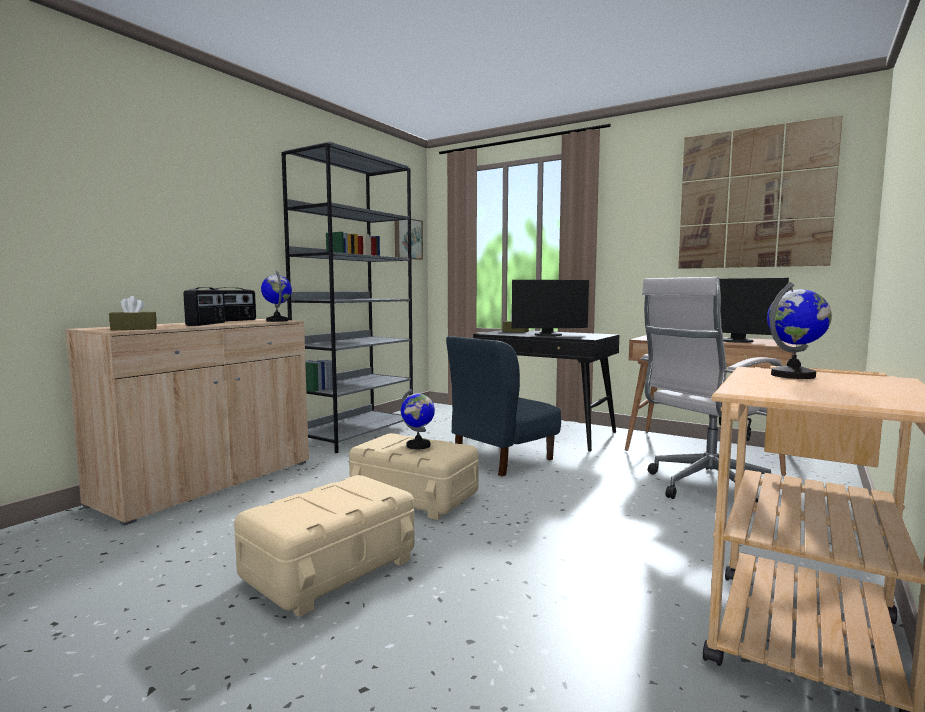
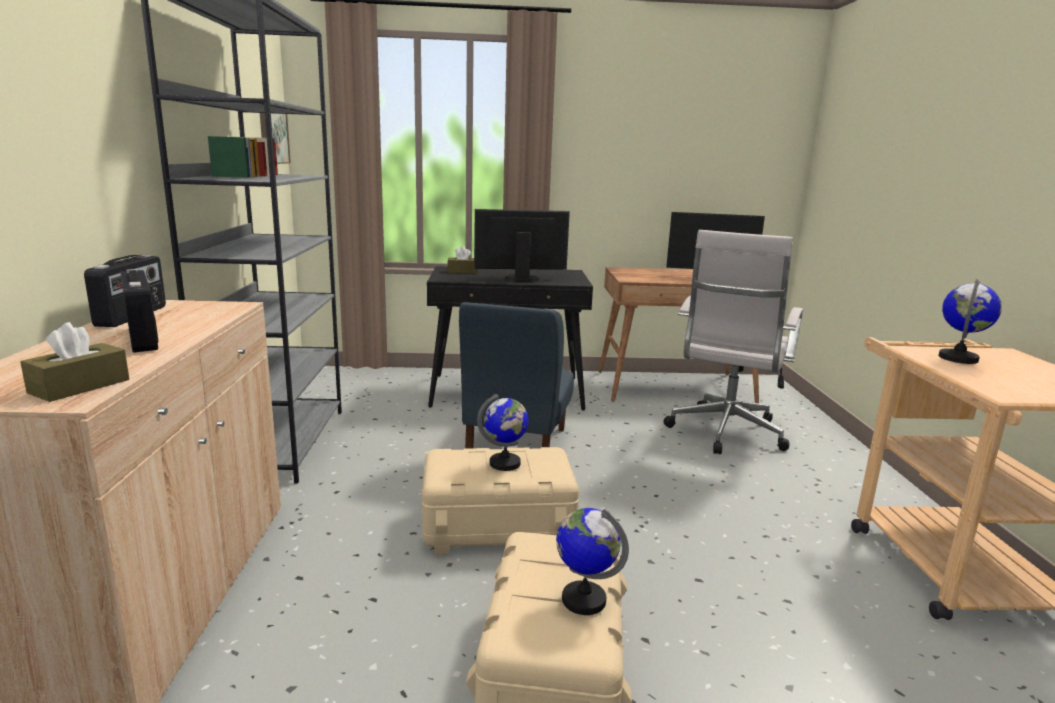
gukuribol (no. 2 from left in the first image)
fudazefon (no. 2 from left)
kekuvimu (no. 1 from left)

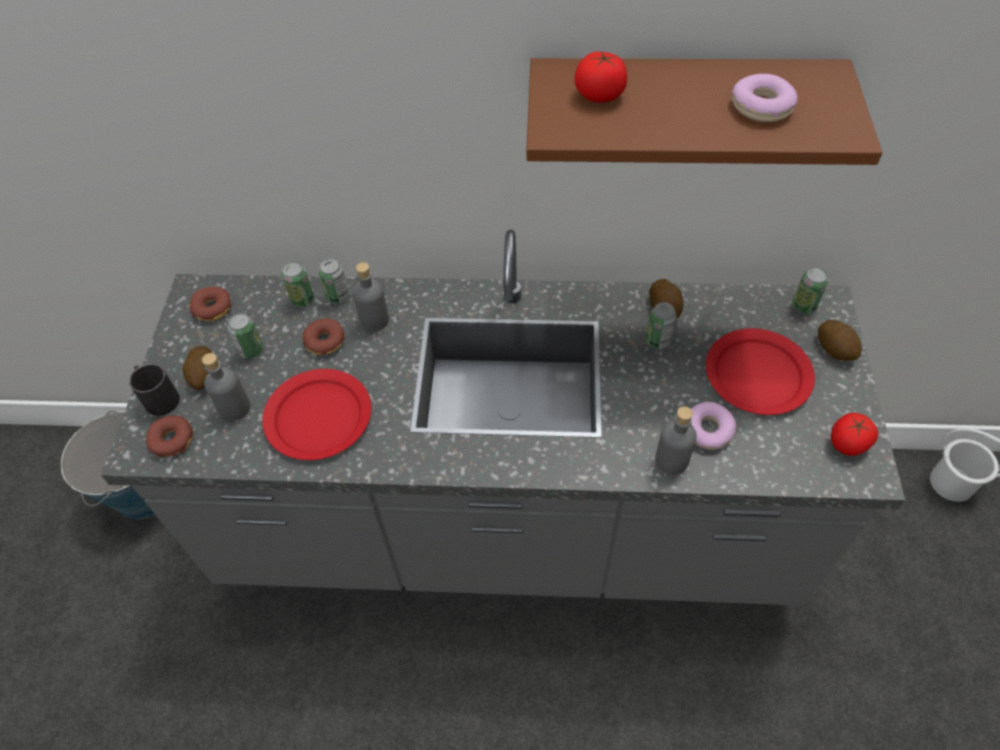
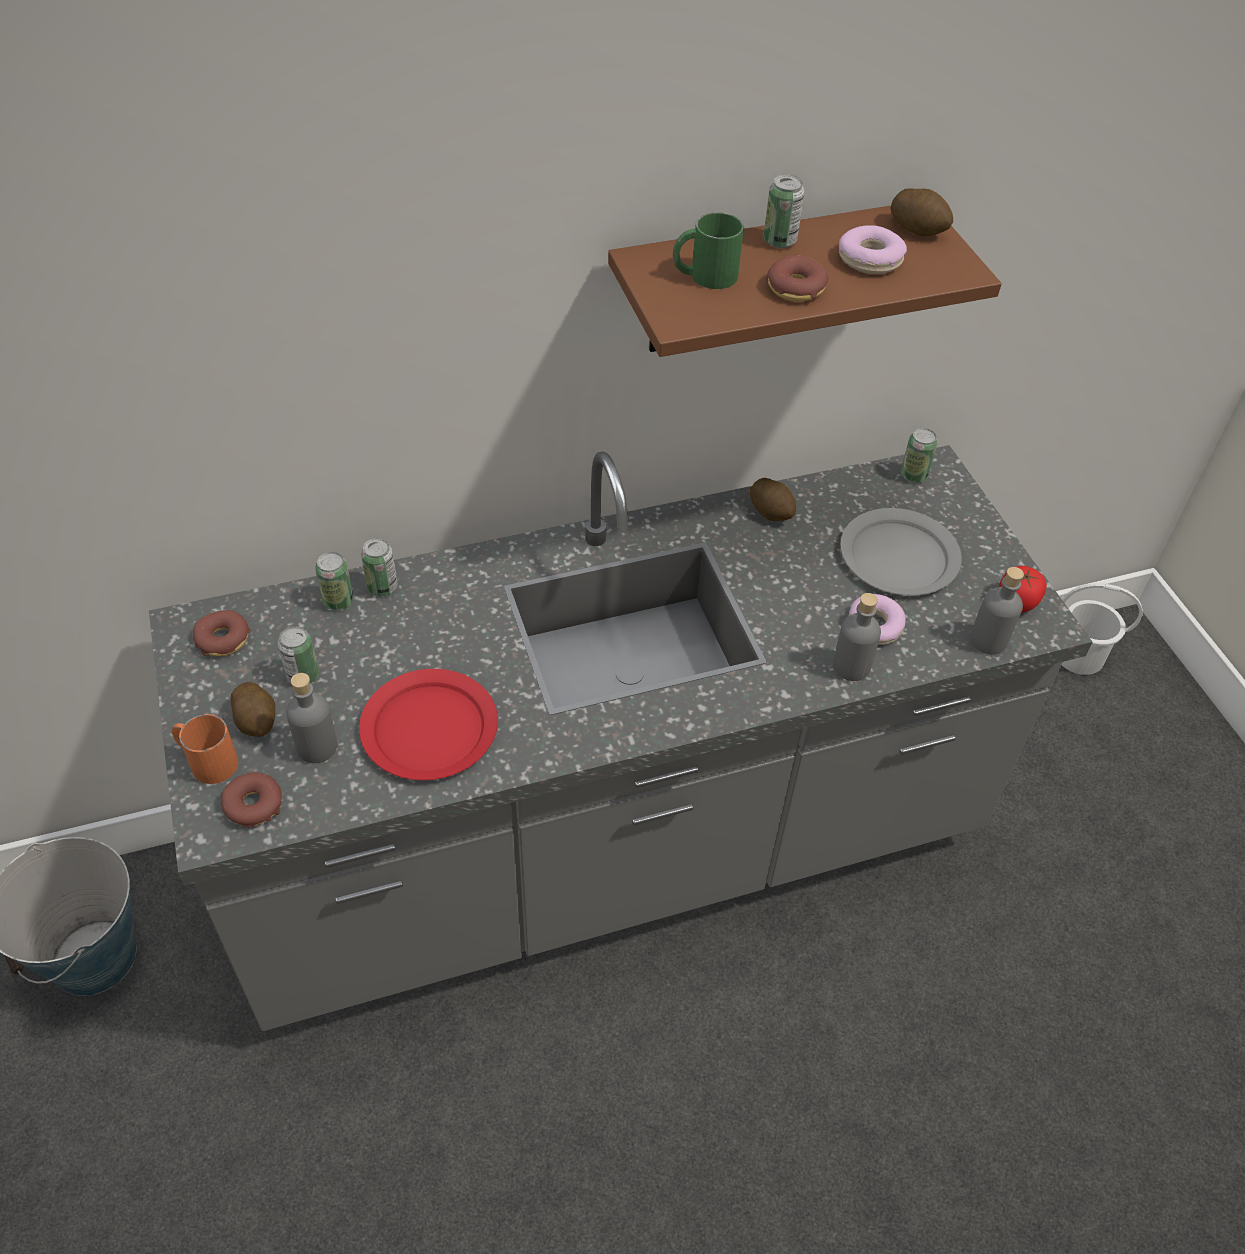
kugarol (no. 3 from left)
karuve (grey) (no. 3 from left)
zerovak (no. 4 from left)
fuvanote (no. 3 from left)
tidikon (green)
tidikon (orange)
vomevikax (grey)

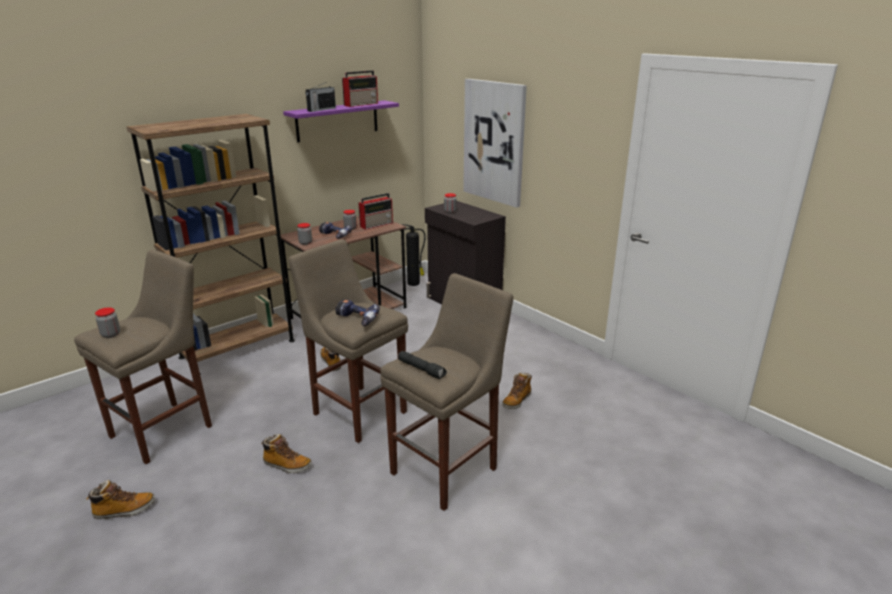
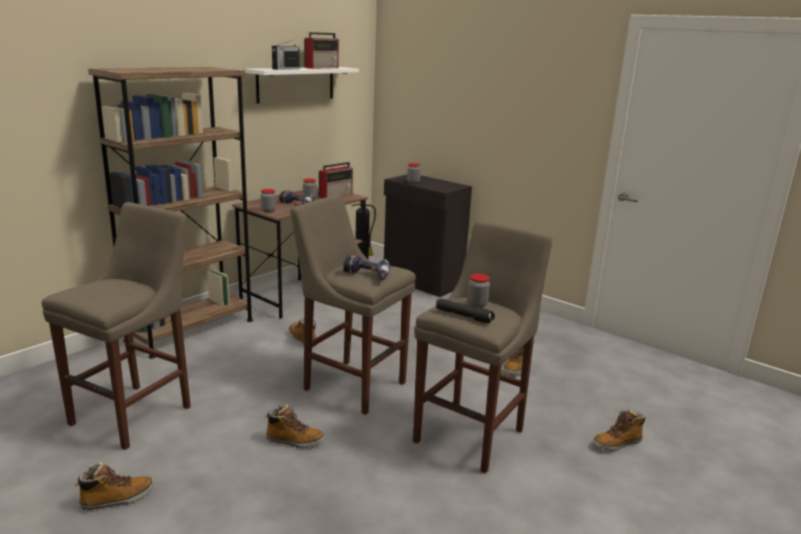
gukuribol
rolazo (no. 5 from left)
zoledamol (no. 4 from left)
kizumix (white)

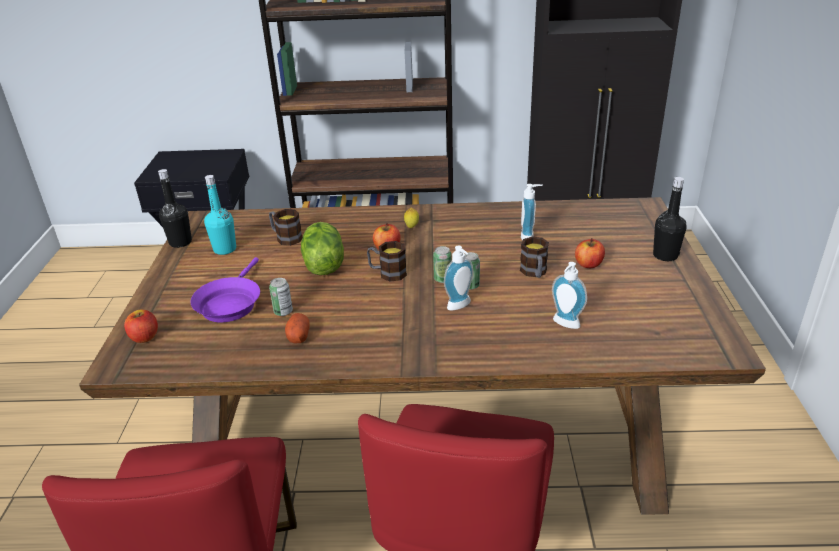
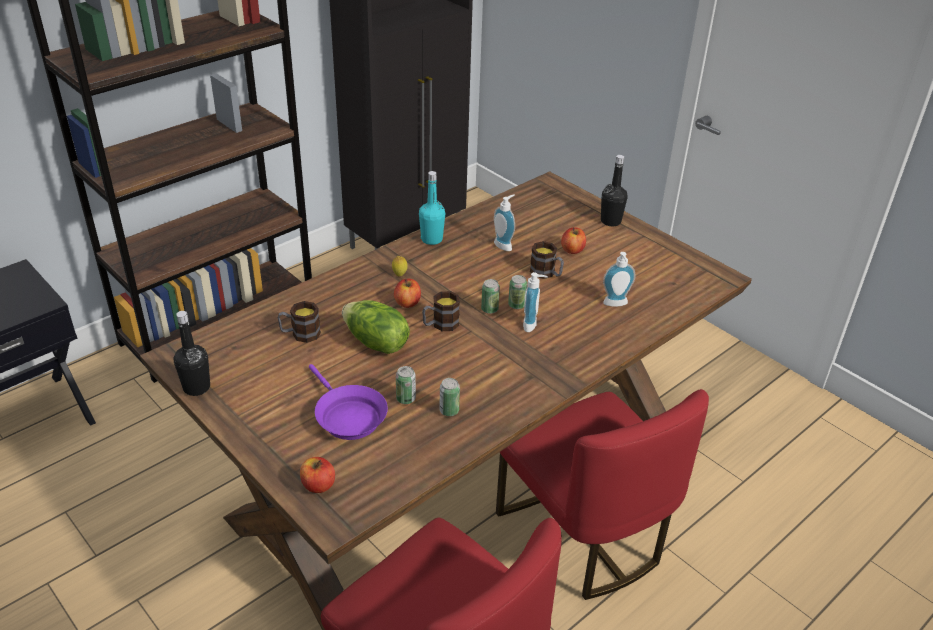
karuve (turquoise)
zerovak (no. 2 from left)

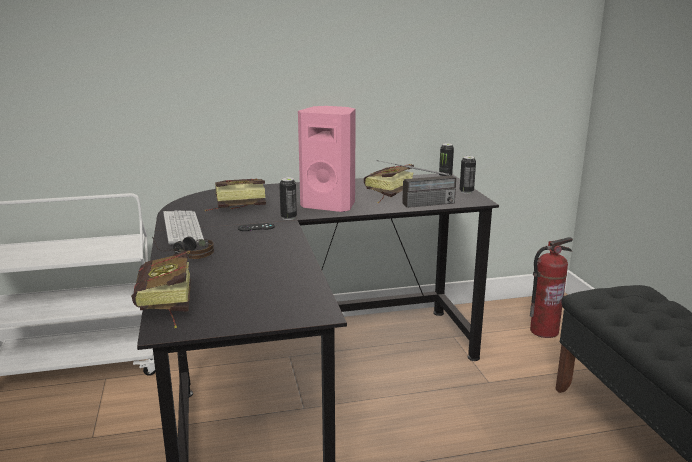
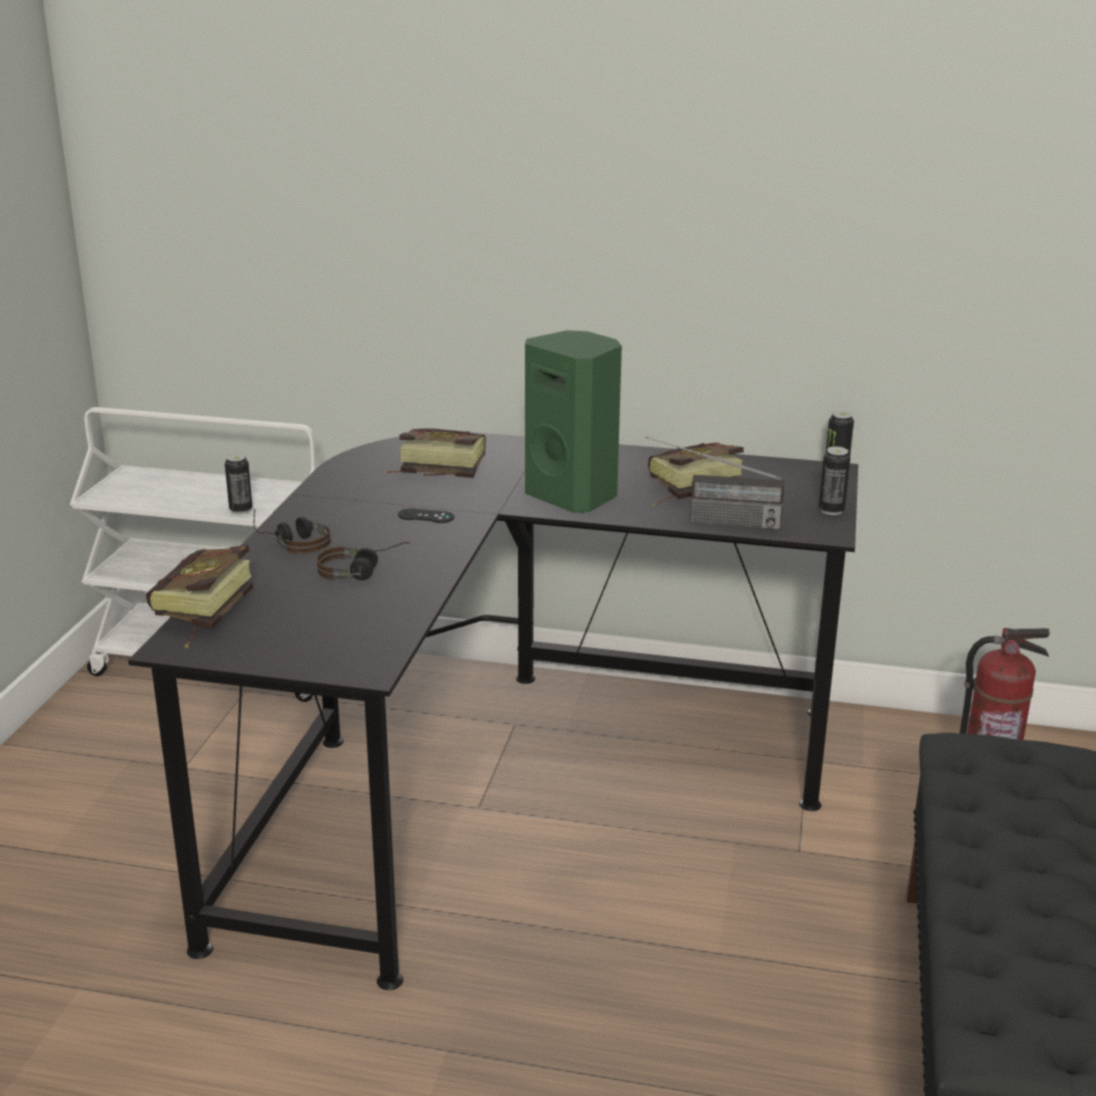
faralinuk
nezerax (no. 2 from left)
zerovak (no. 1 from left)
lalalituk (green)

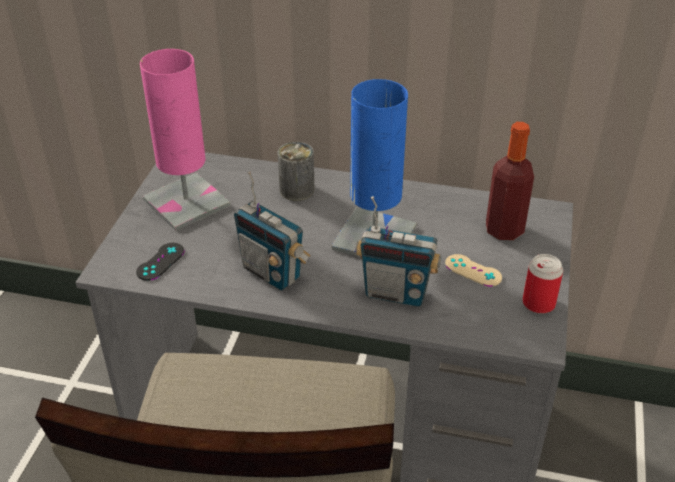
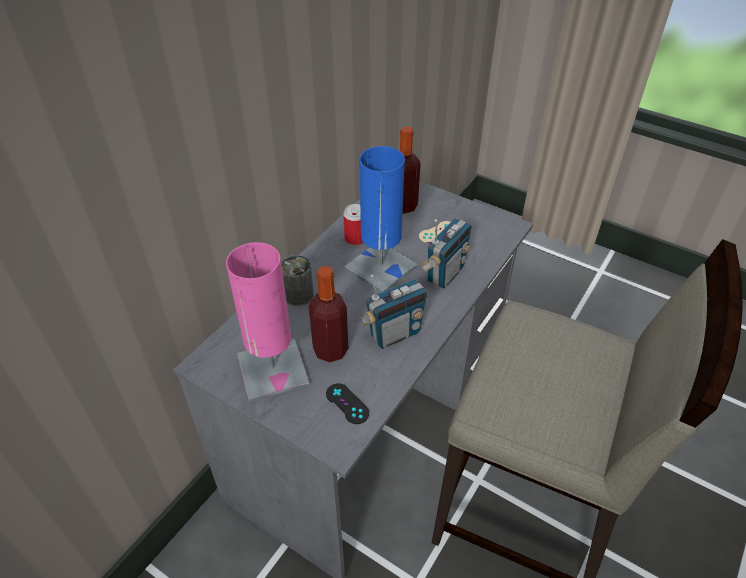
karuve (no. 1 from left)
zerovak (no. 2 from left)

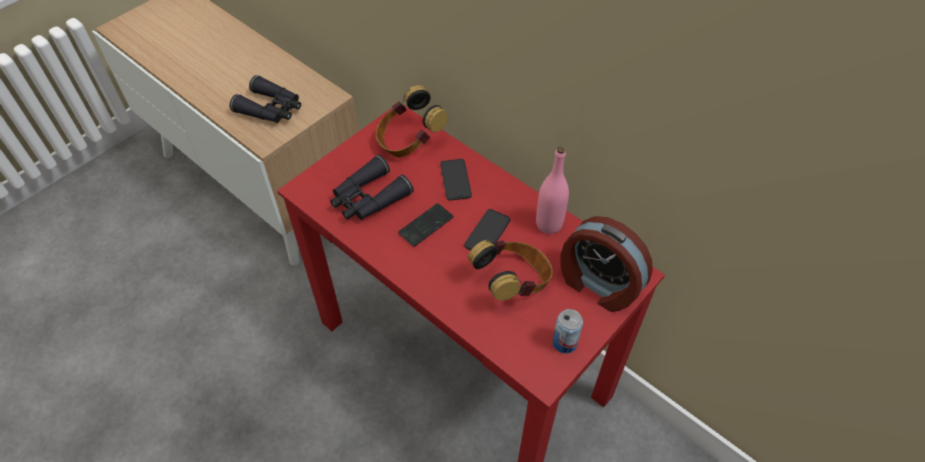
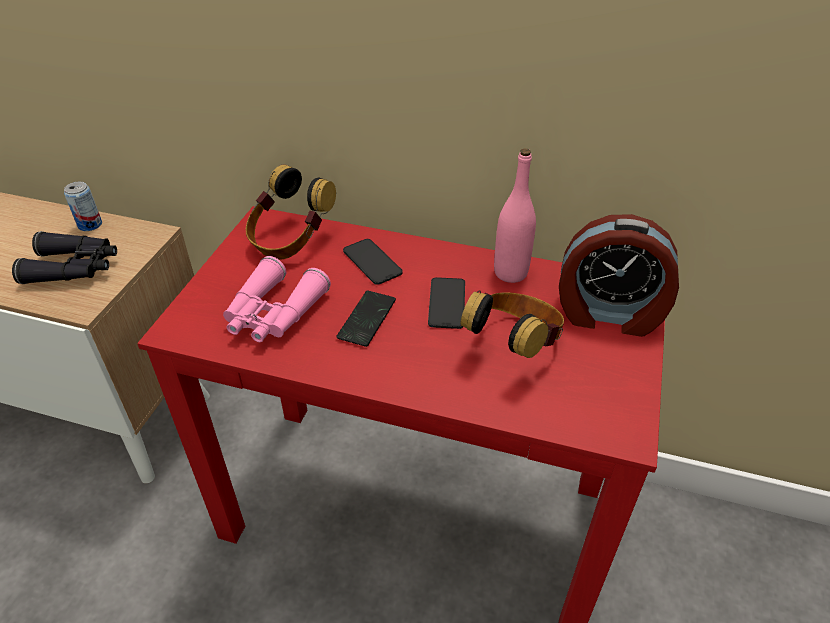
zerovak
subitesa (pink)

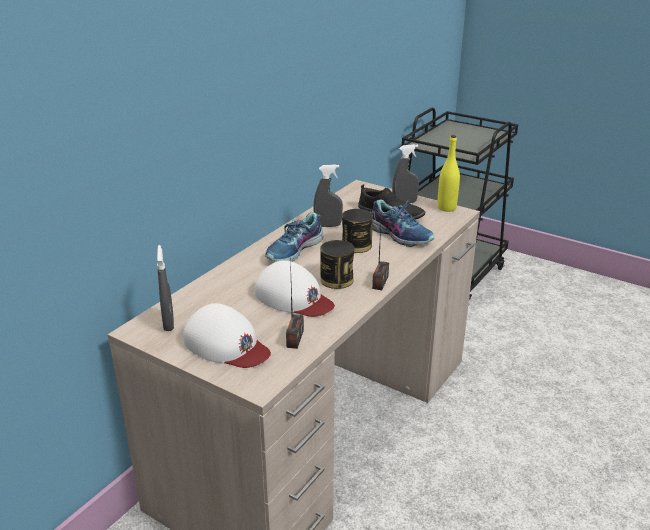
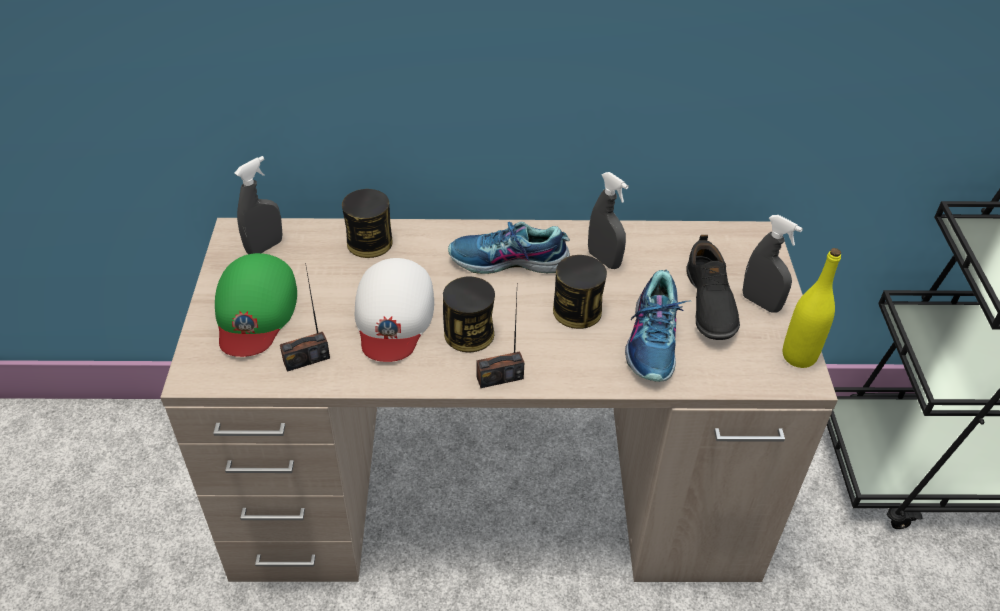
zerovak (no. 1 from left)
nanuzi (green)

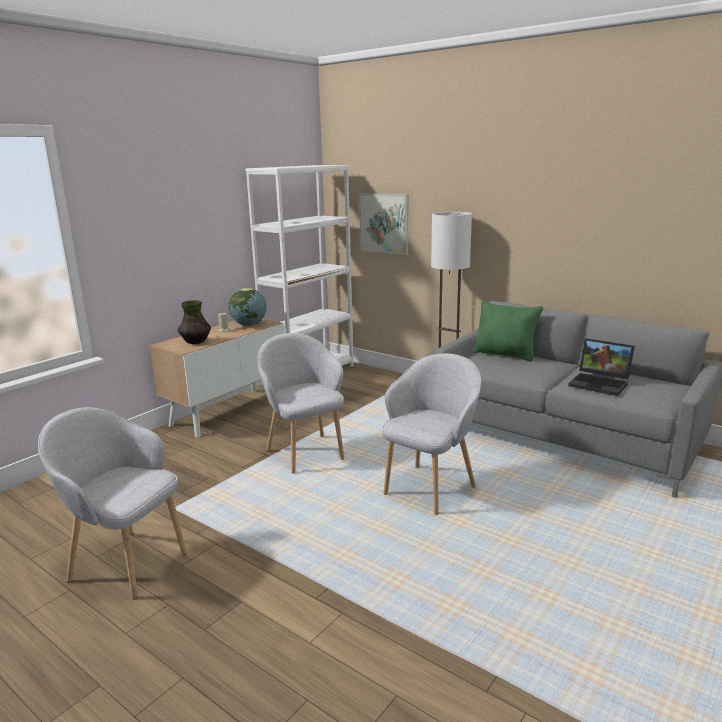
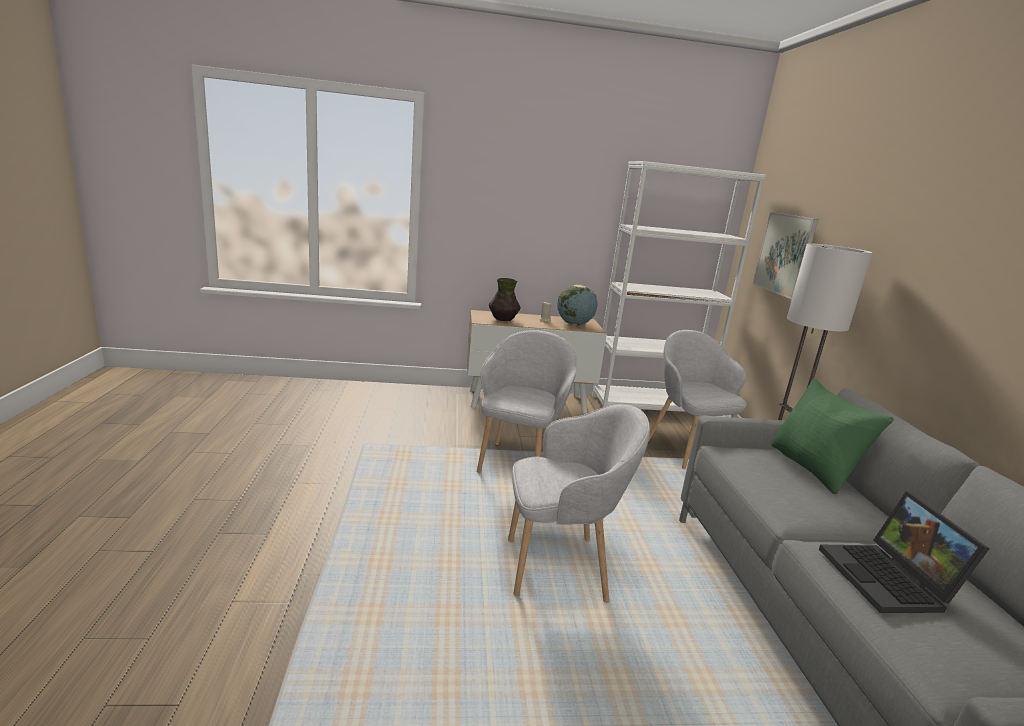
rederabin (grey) (no. 3 from left)

